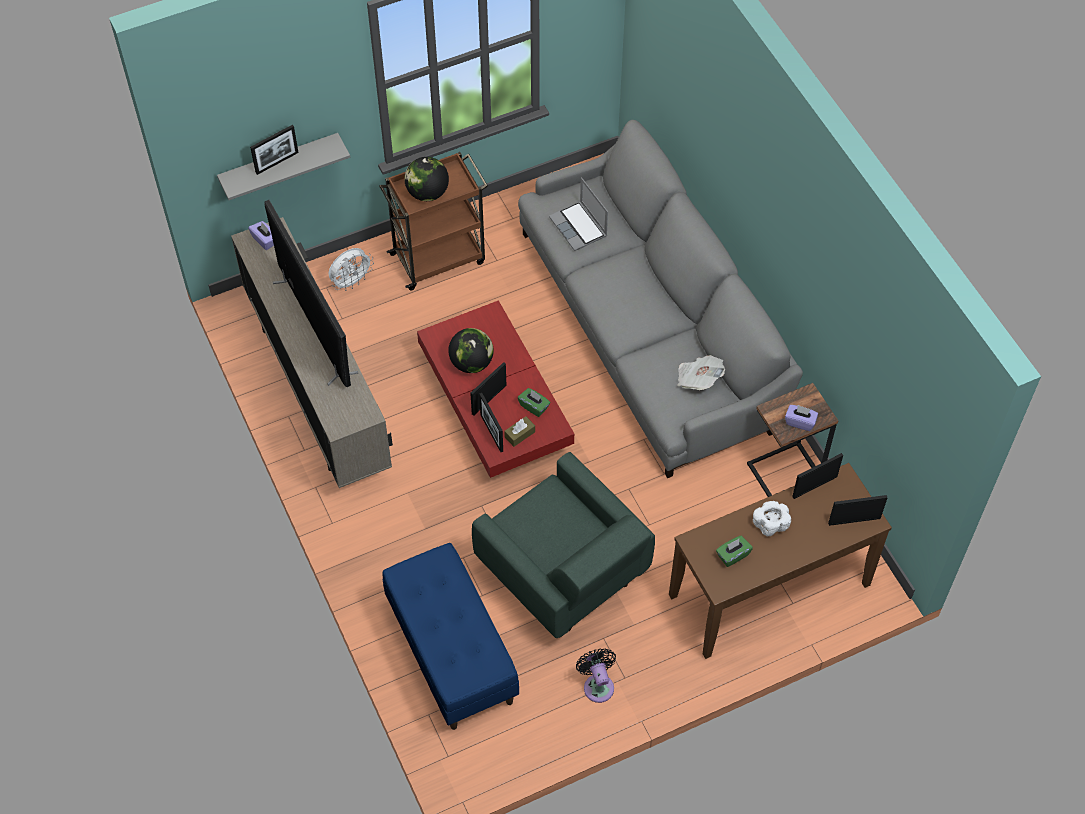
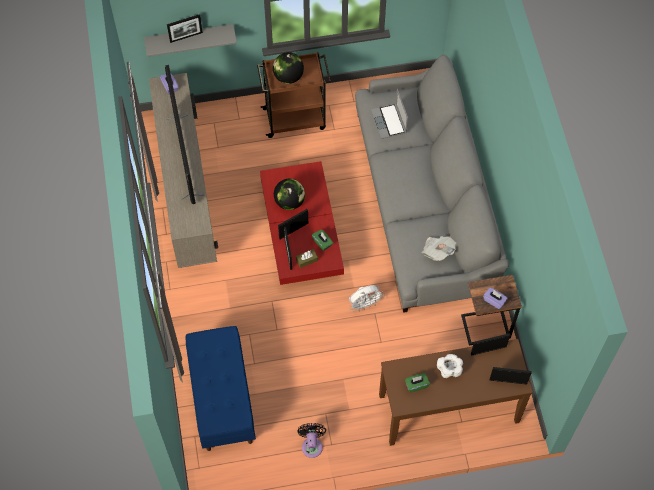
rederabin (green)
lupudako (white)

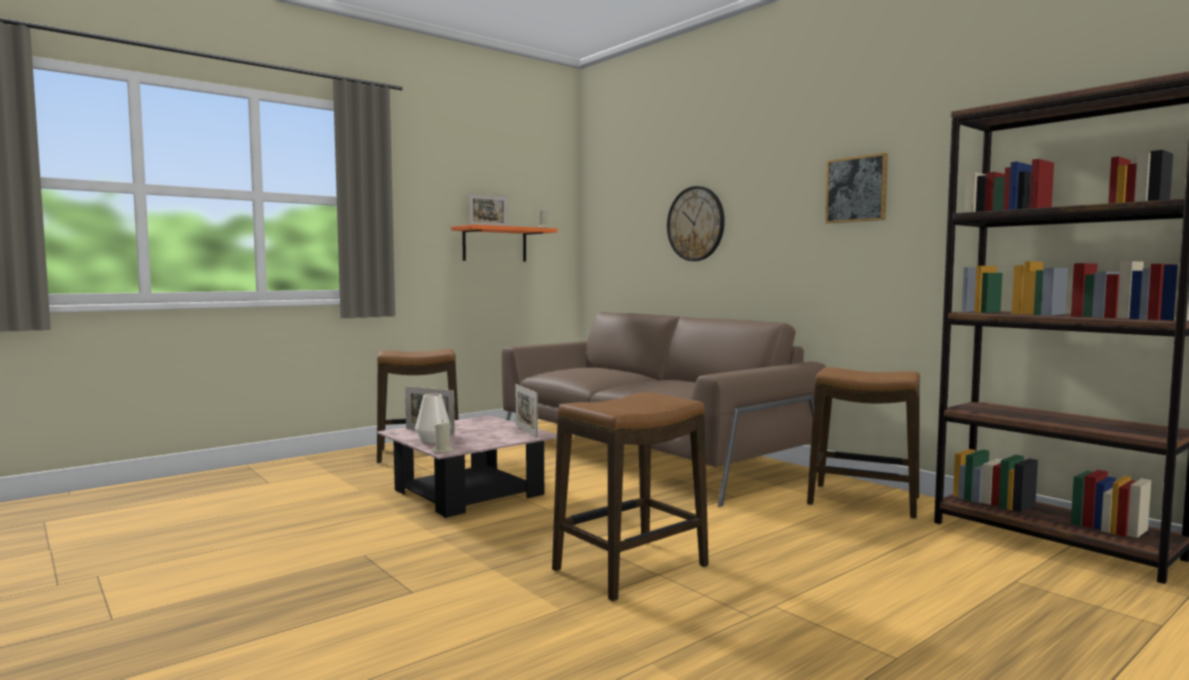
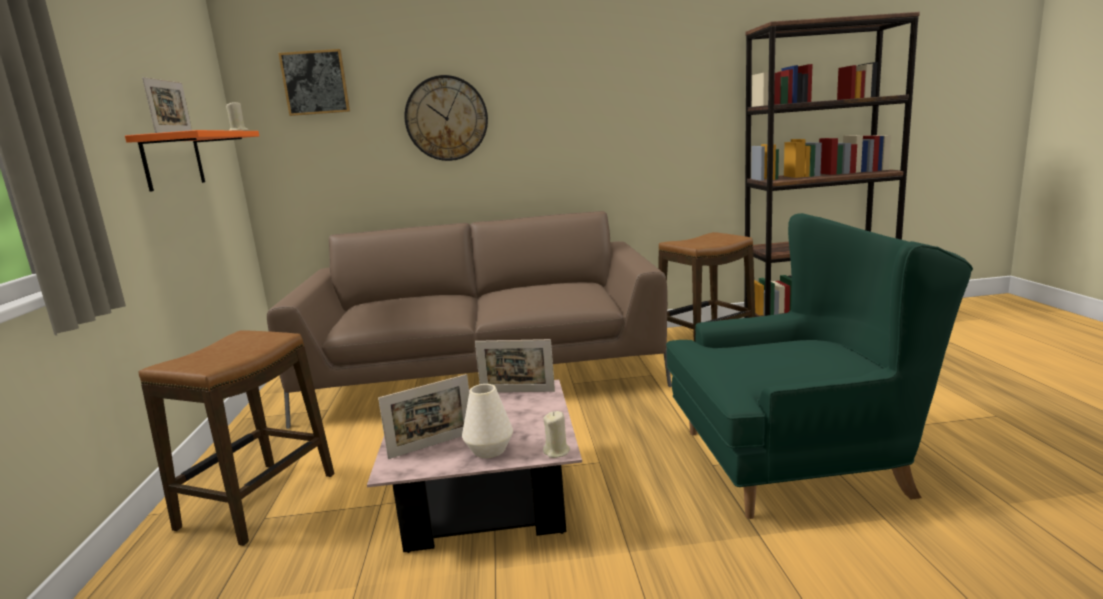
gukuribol
rederabin (green)

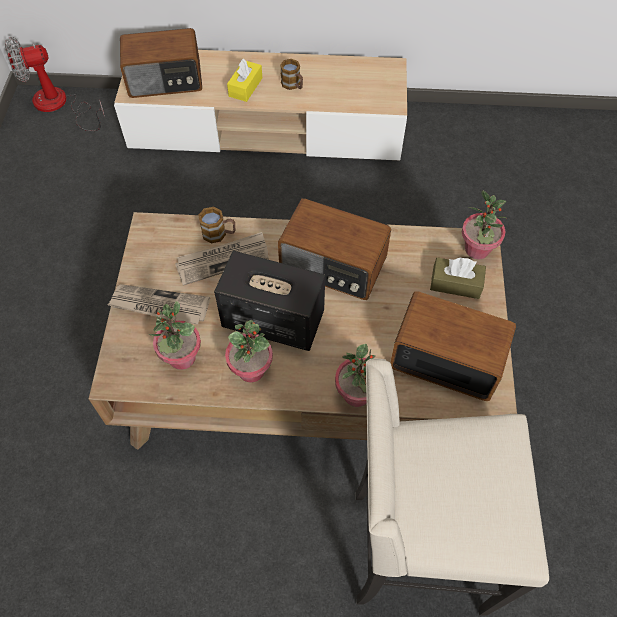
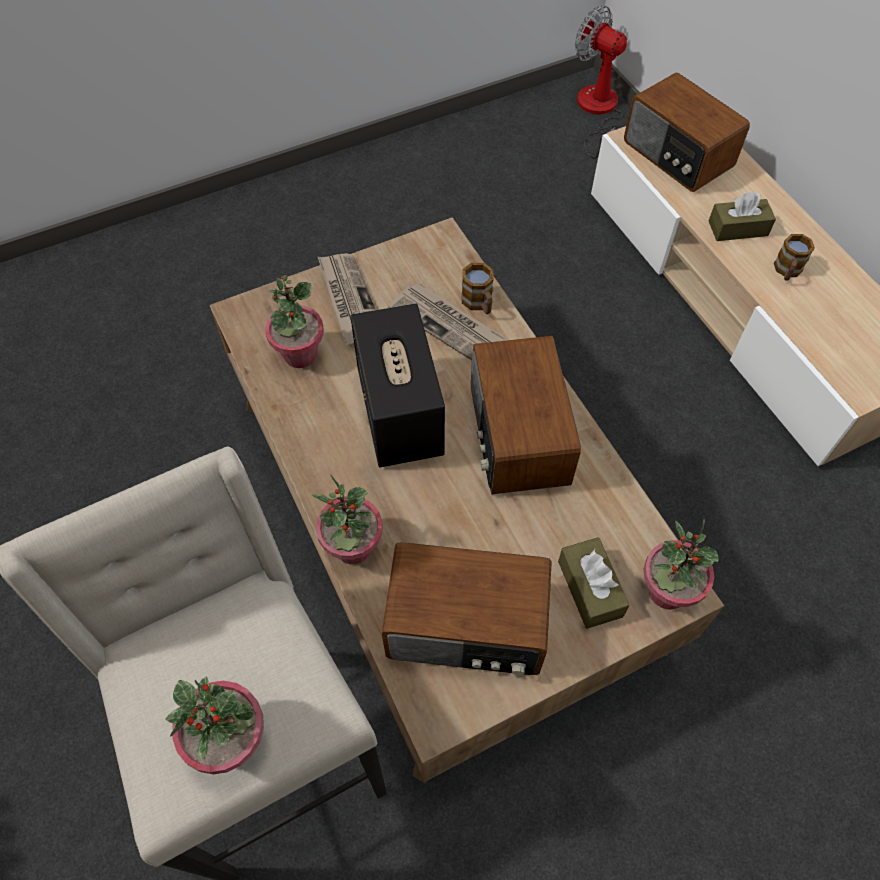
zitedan (no. 1 from left)
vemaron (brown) (no. 2 from left)
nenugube (no. 1 from left)

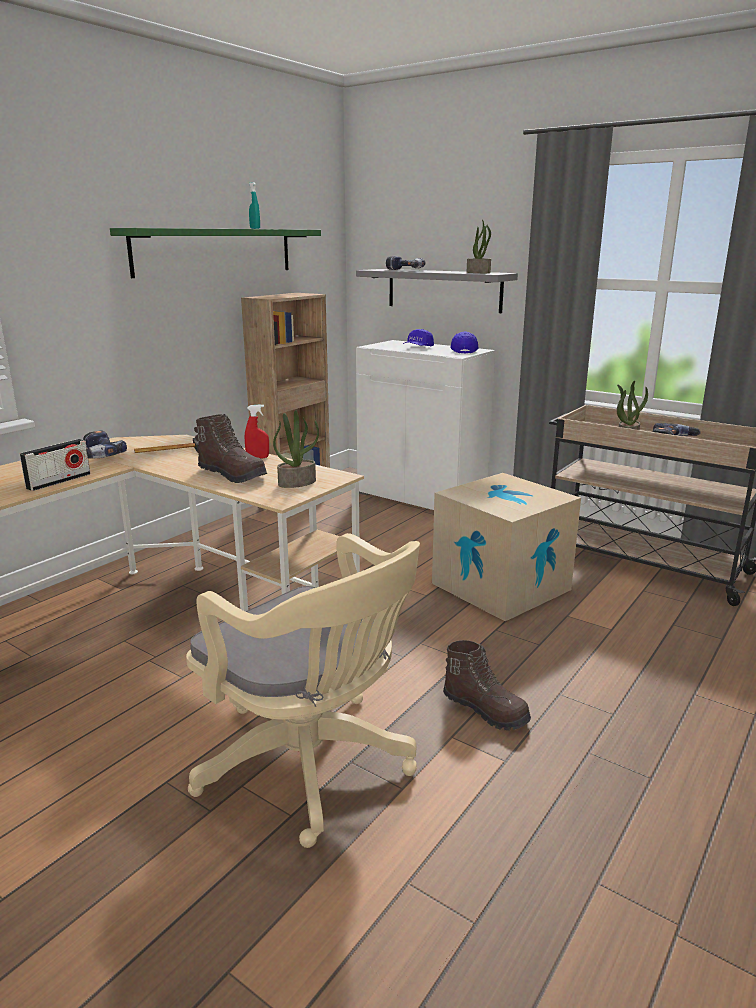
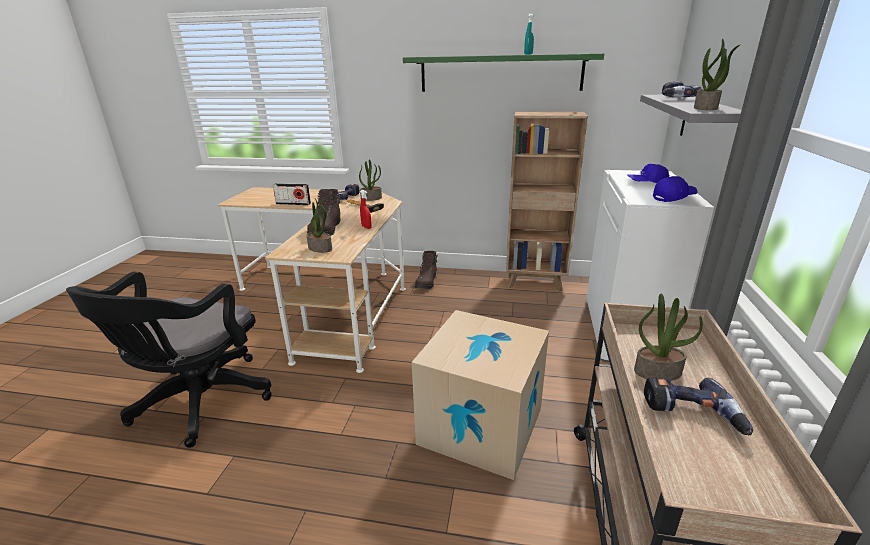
zitedan (no. 2 from left)
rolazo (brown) (no. 2 from left)
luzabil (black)

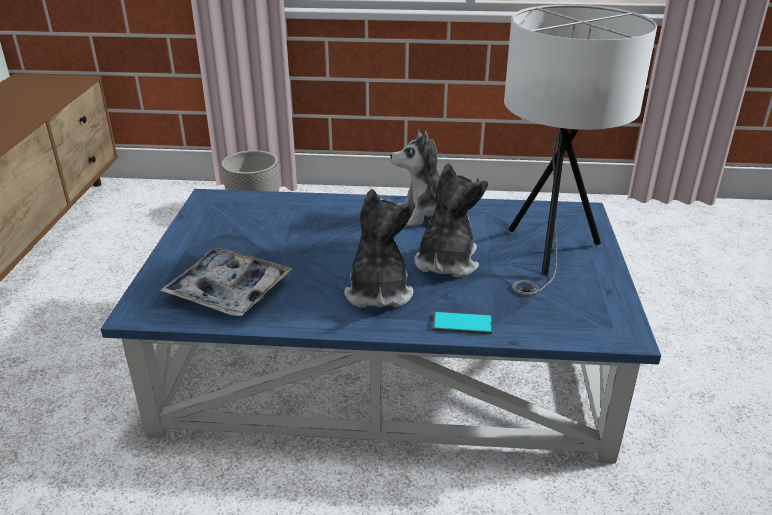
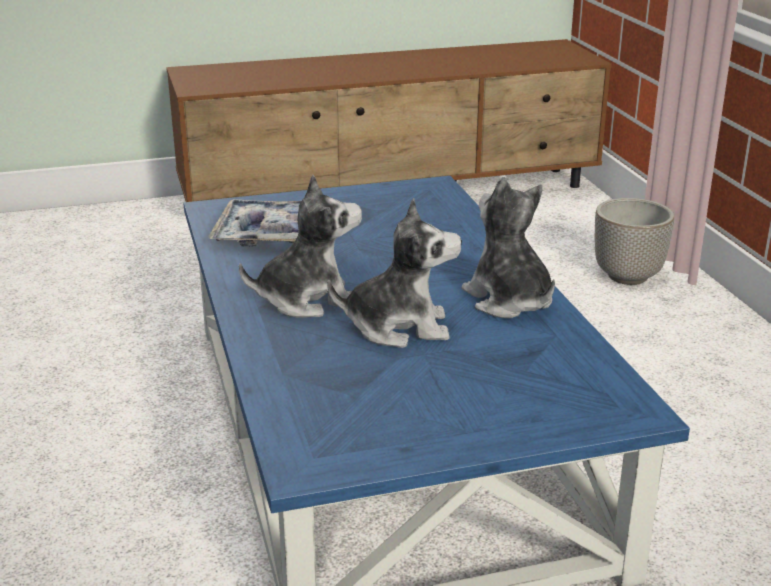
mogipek
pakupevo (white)

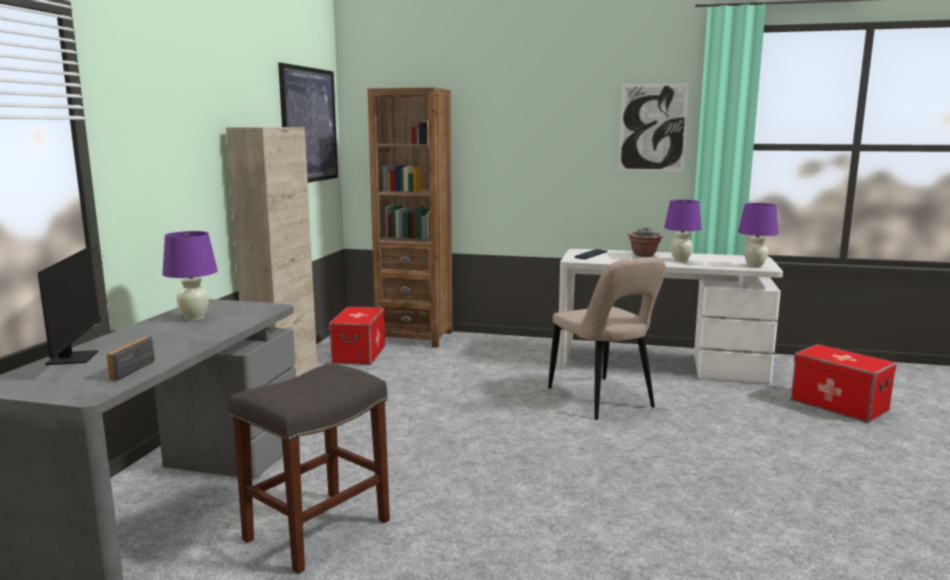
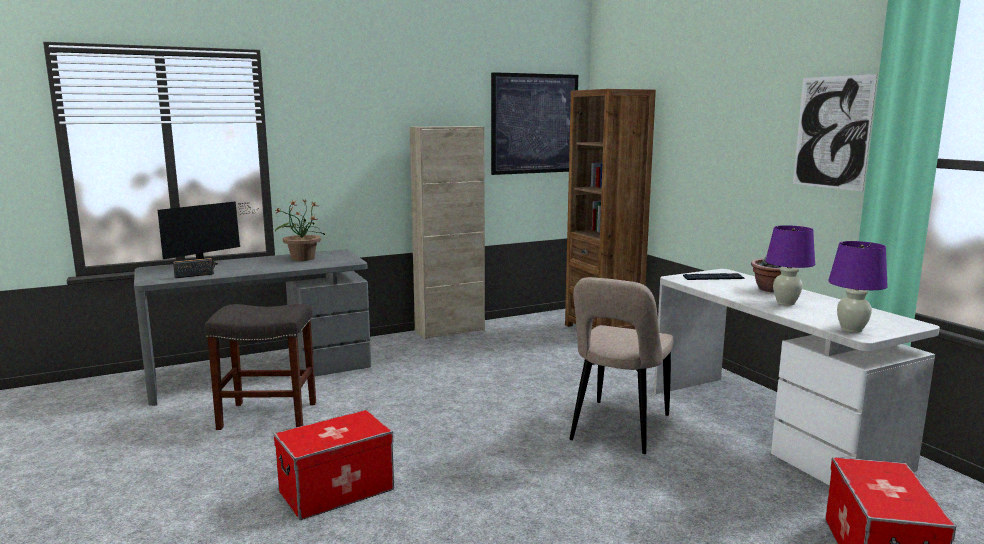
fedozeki (no. 1 from left)
zitedan (no. 1 from left)

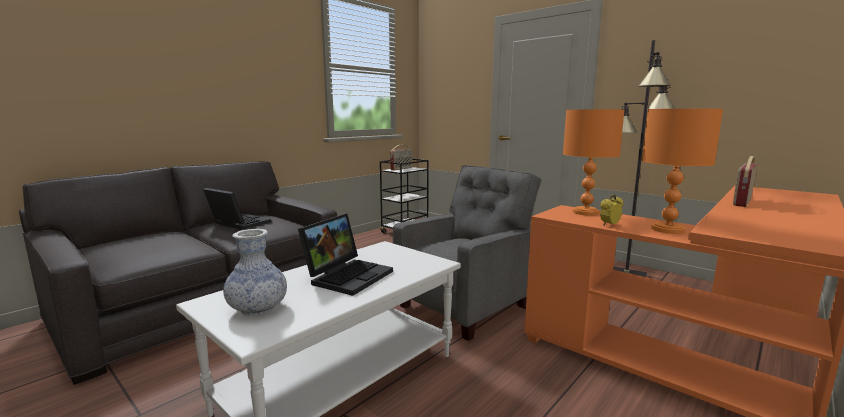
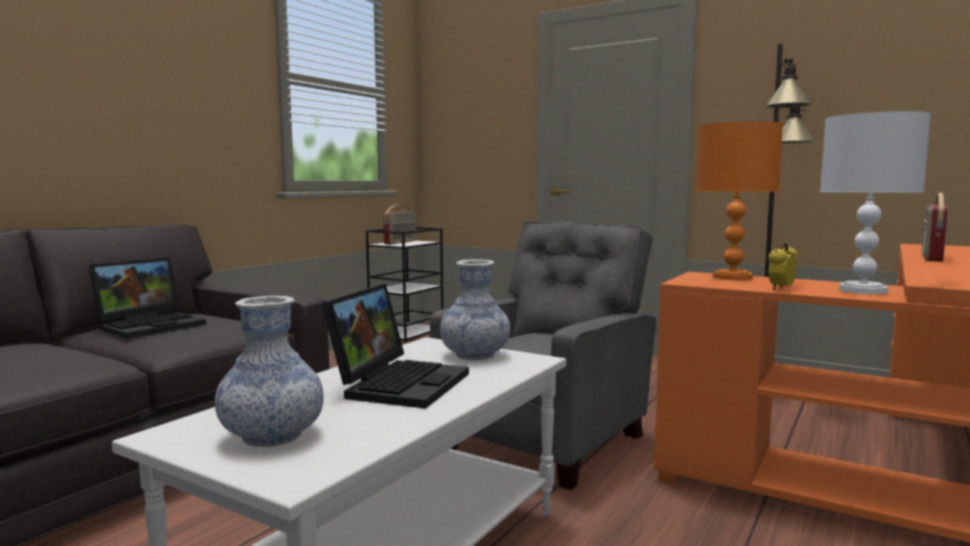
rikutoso (no. 2 from left)
pakupevo (white)
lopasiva (no. 1 from left)

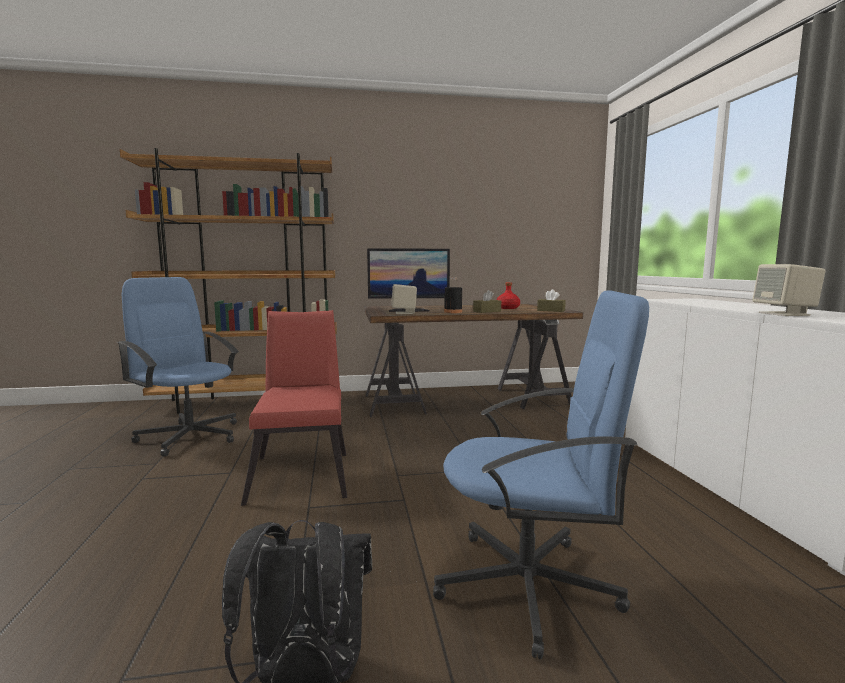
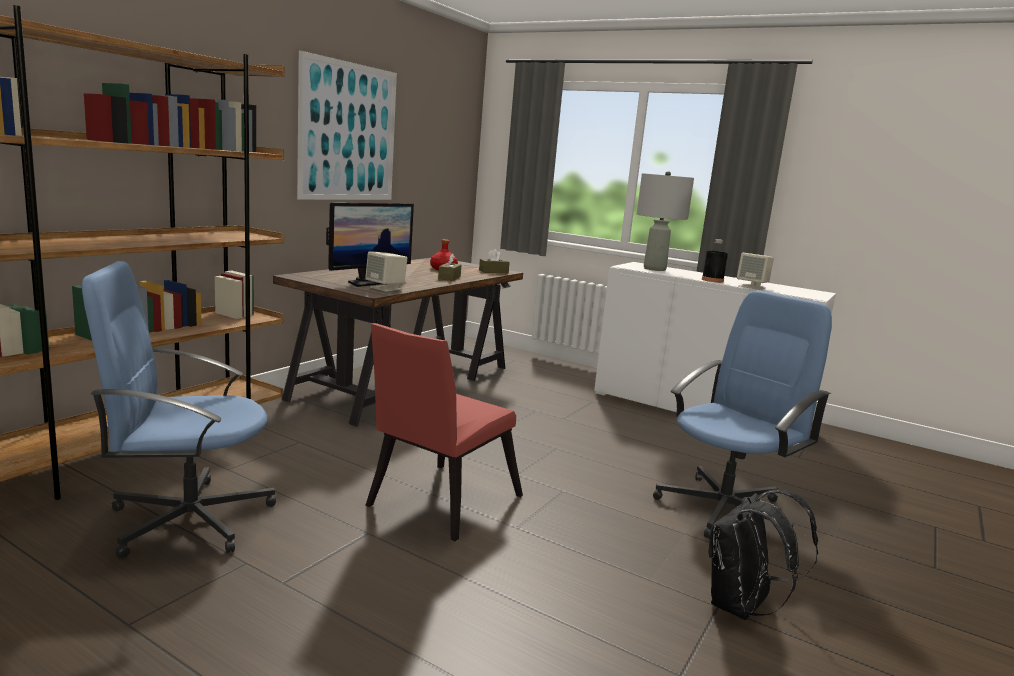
gukuribol
pakupevo (grey)
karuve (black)
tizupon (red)

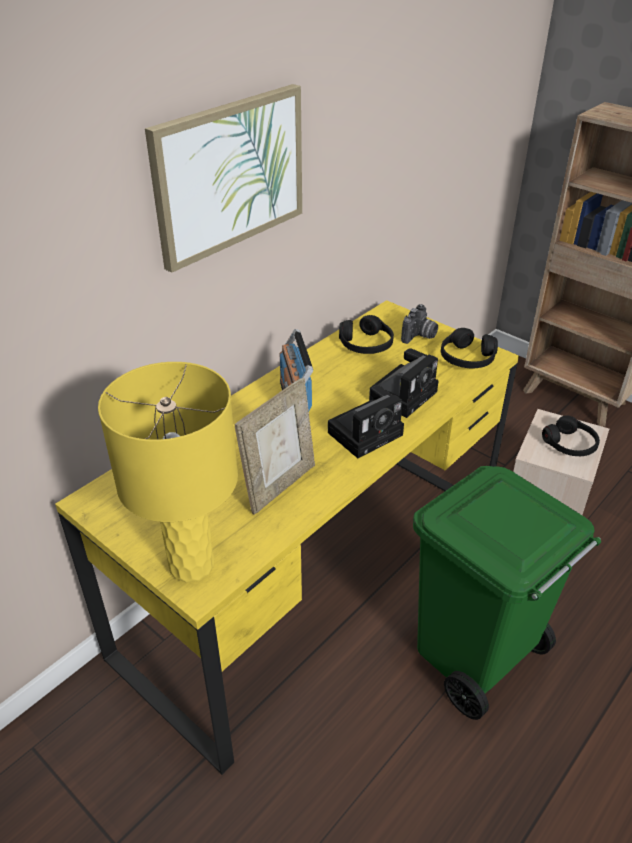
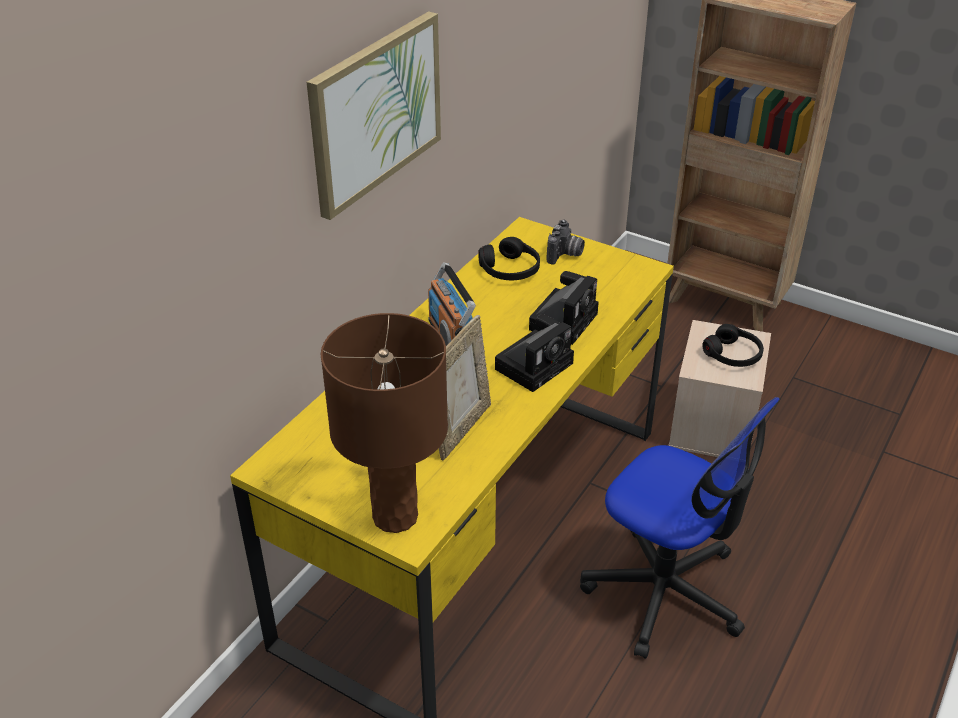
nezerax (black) (no. 2 from left in the first image)
luzabil
pakupevo (brown)

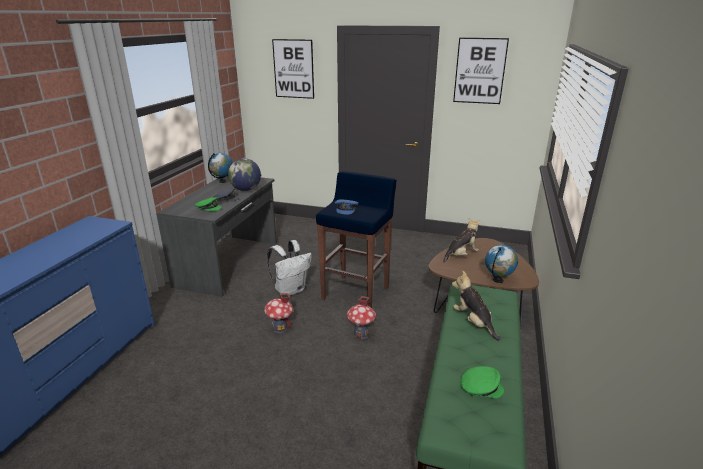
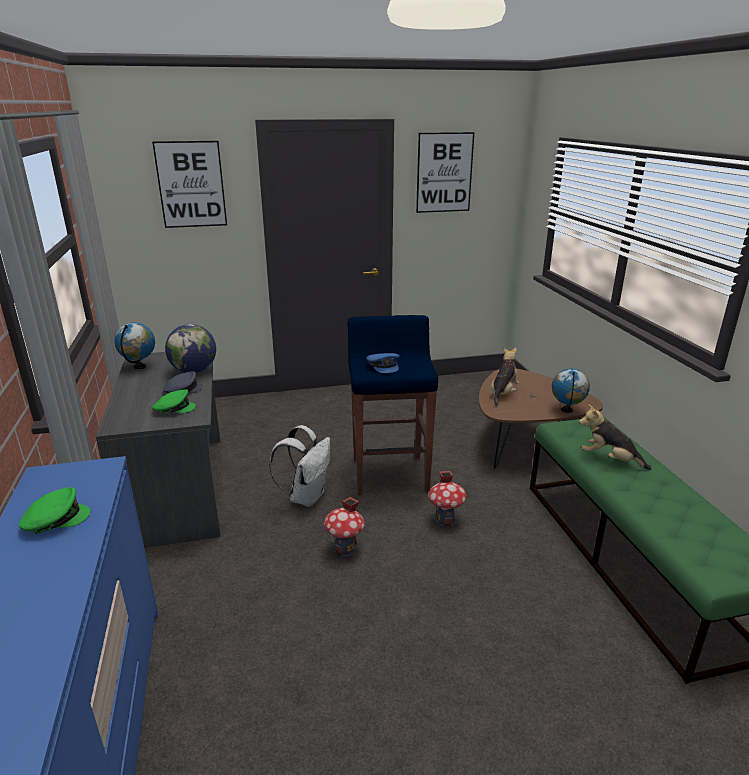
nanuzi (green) (no. 1 from left)

